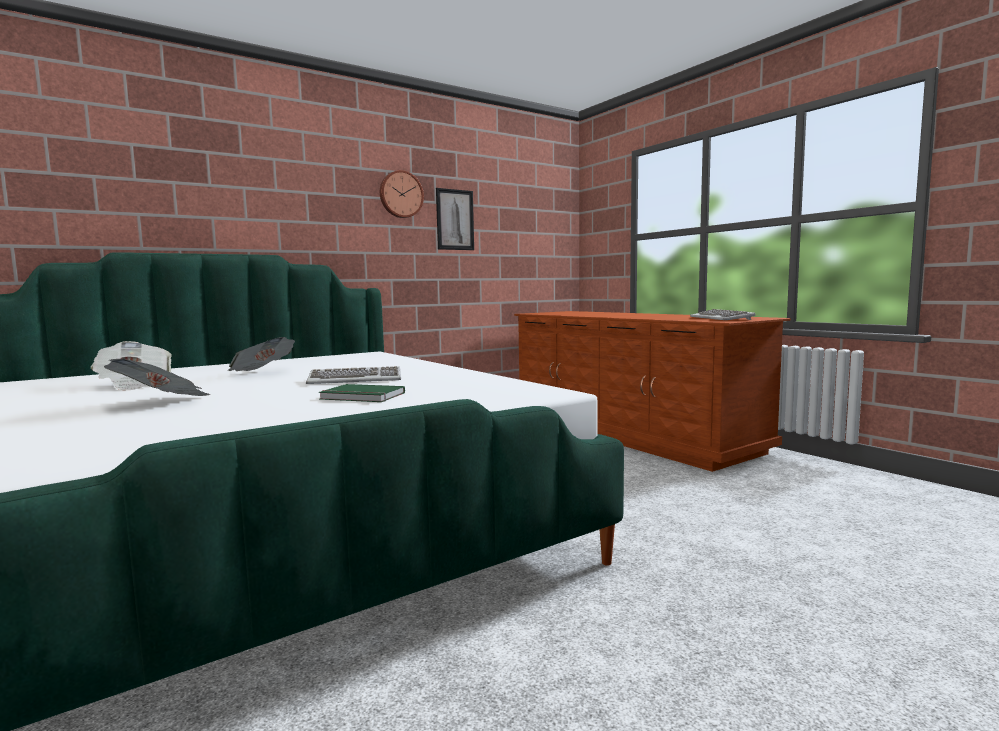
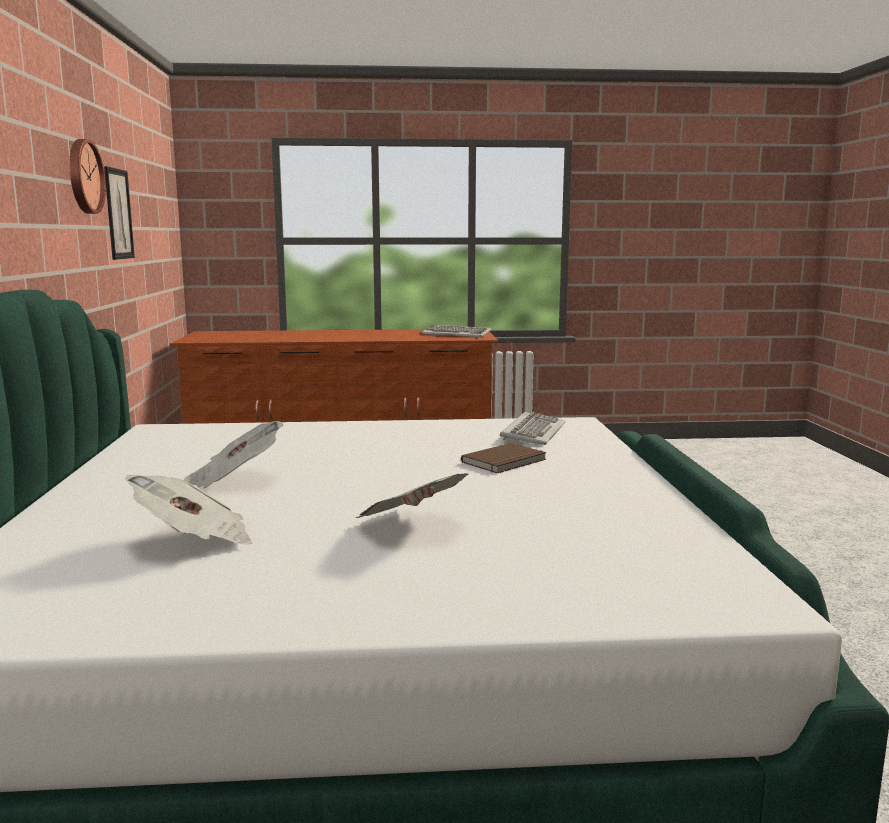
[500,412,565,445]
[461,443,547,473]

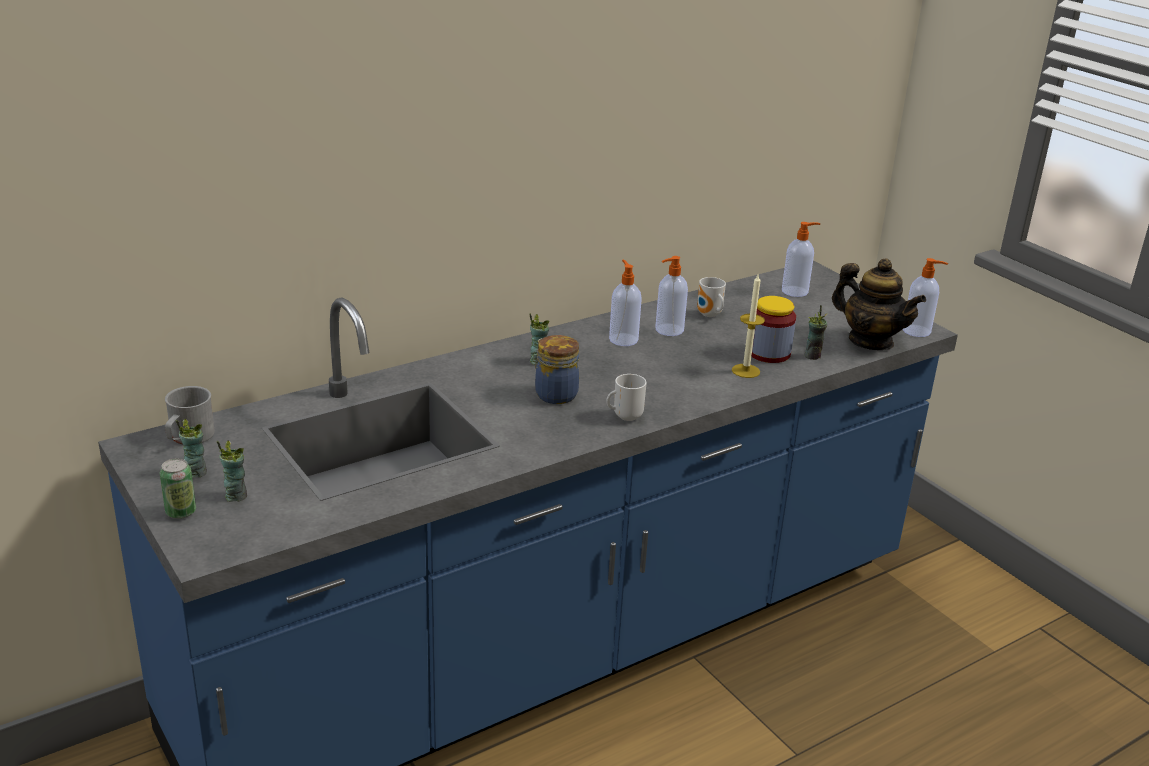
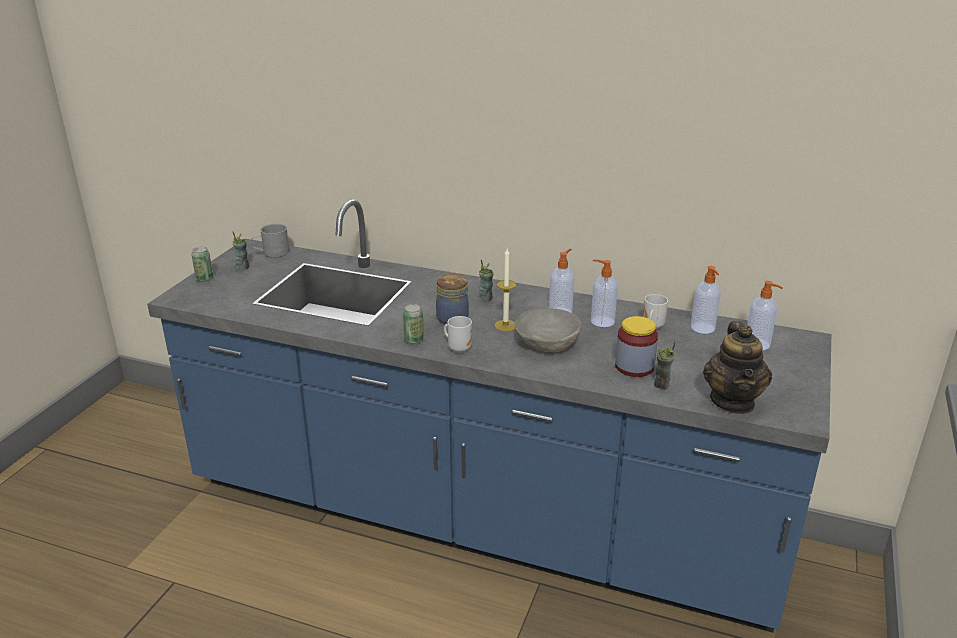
[217,440,247,502] (first image)
[495,249,516,331]
[690,266,721,334]
[403,304,424,344]
[514,308,581,352]

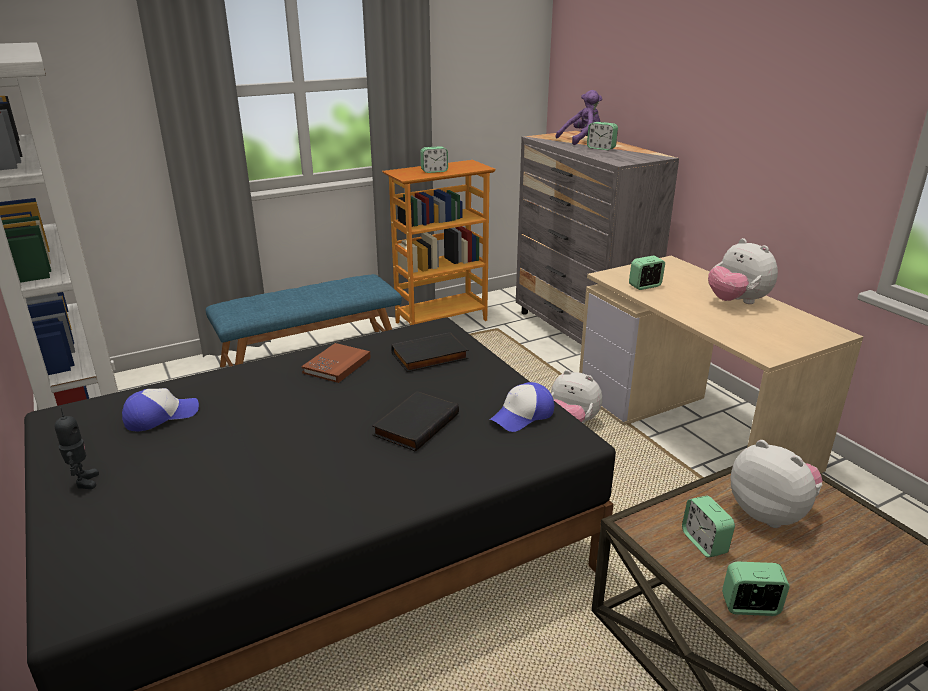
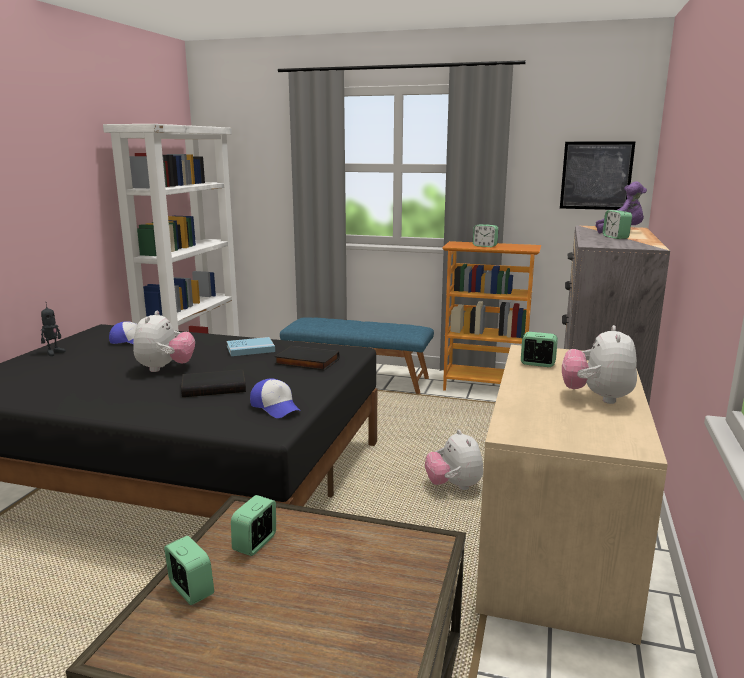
[227,337,275,356]
[250,378,301,418]
[133,311,195,372]
[560,142,635,210]

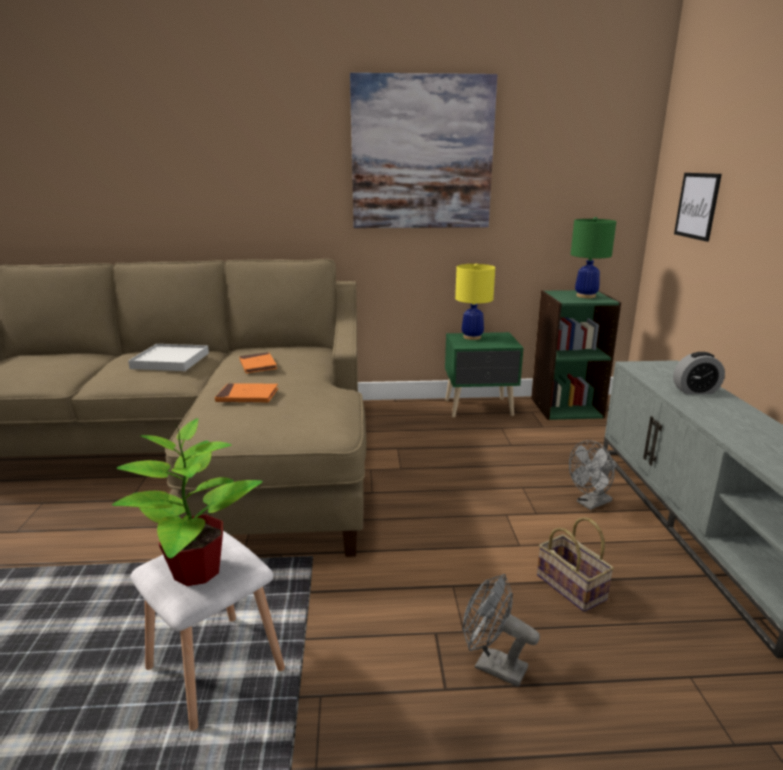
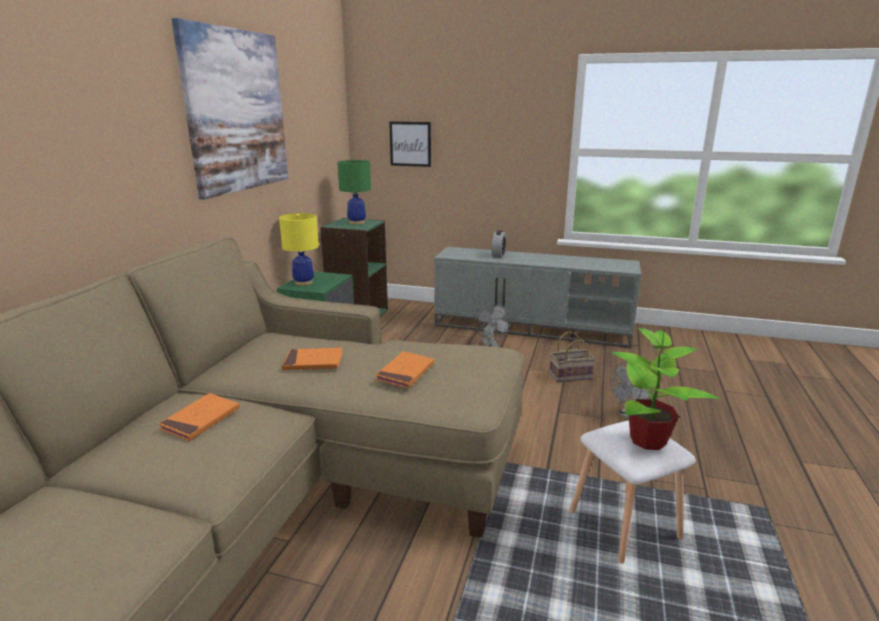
[158,393,240,441]

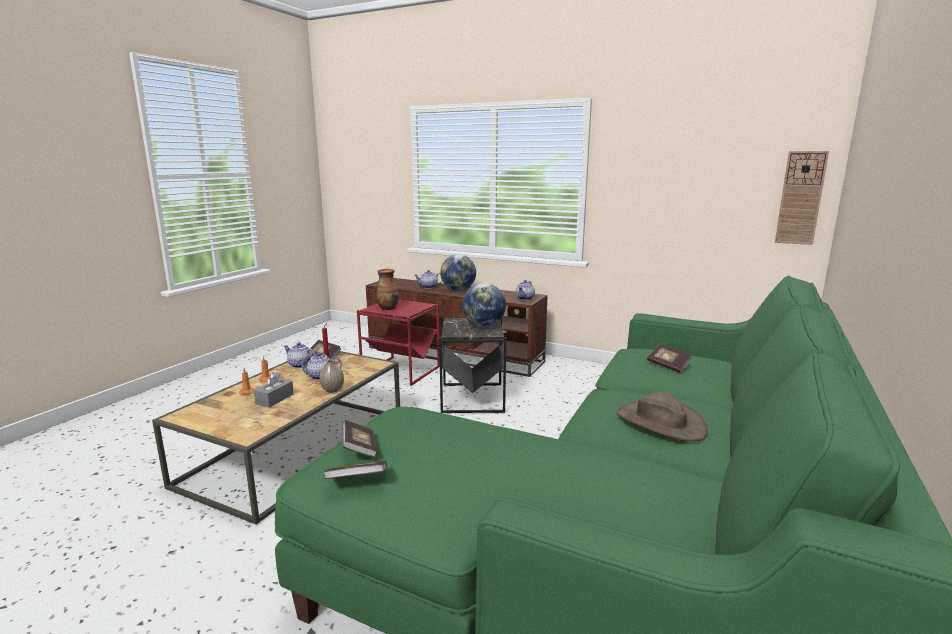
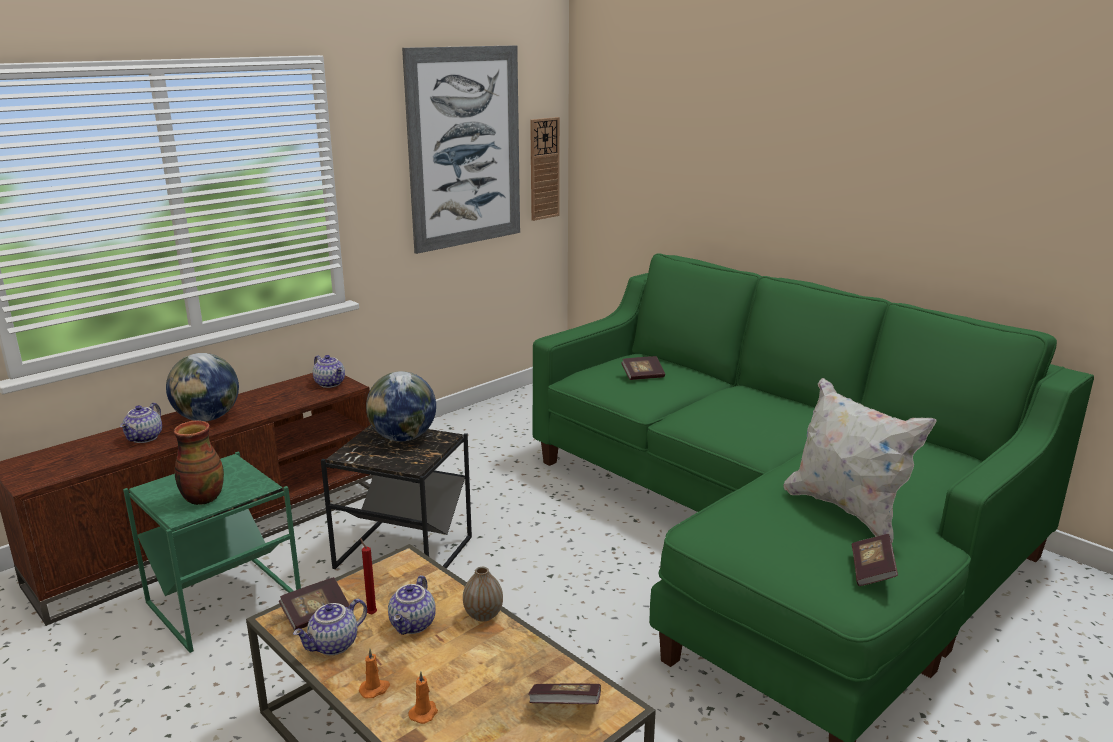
[254,372,294,407] (first image)
[528,683,601,704]
[123,452,301,653]
[617,392,708,441] (first image)
[402,45,520,254]
[783,378,936,542]

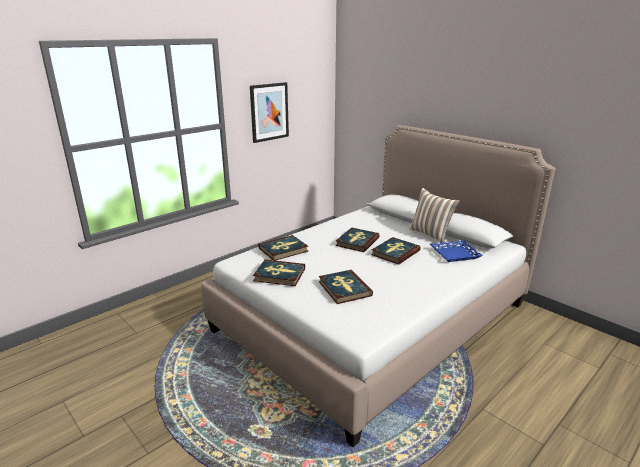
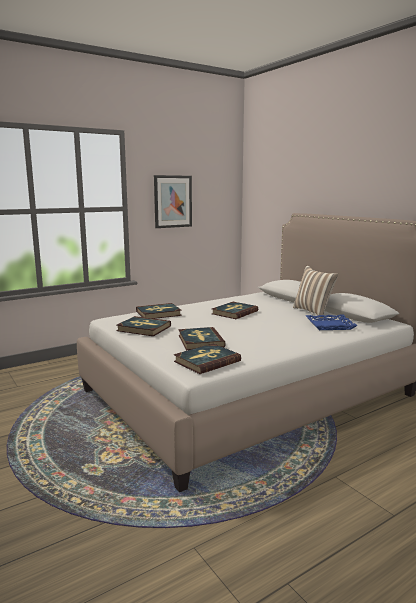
[174,344,241,374]

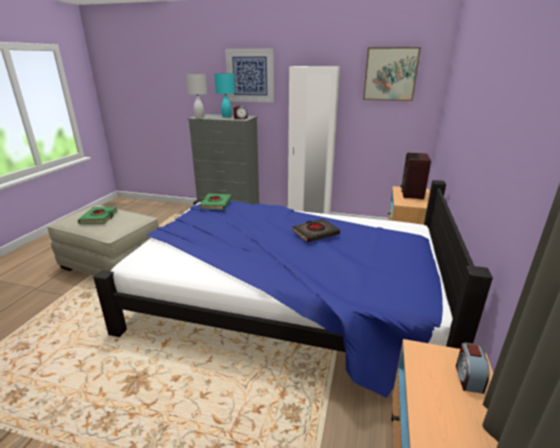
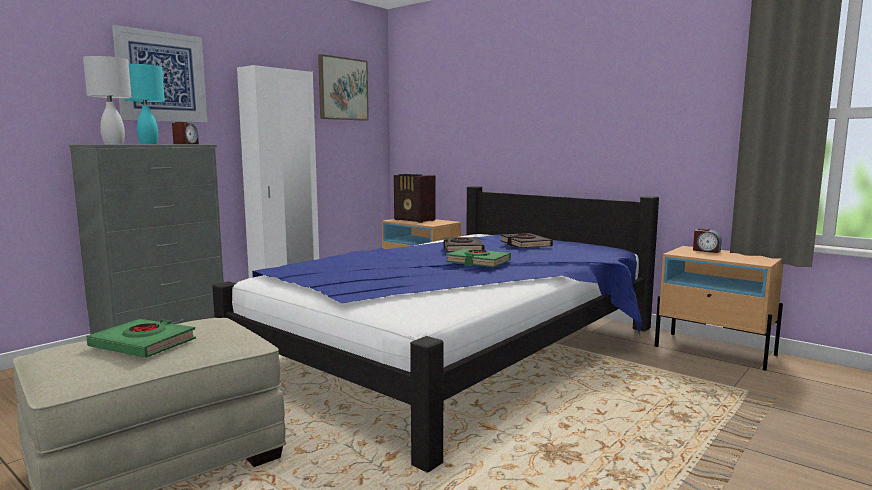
[446,248,511,267]
[501,233,553,248]

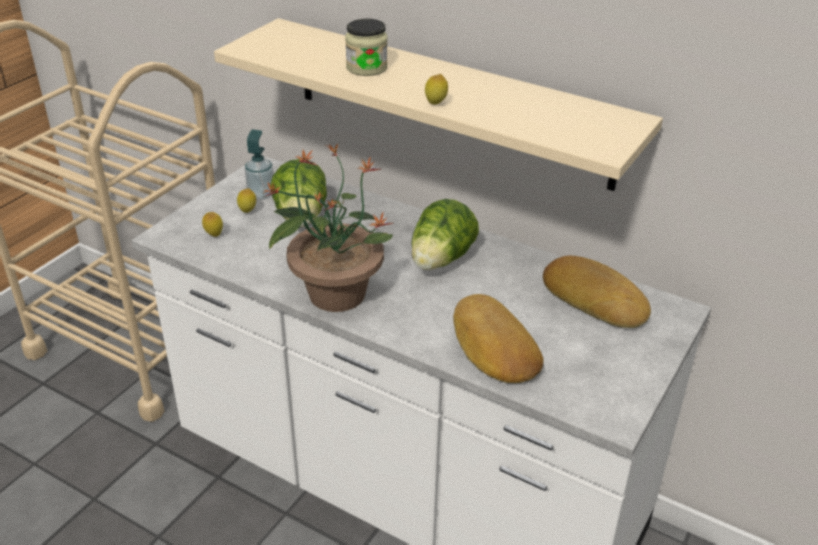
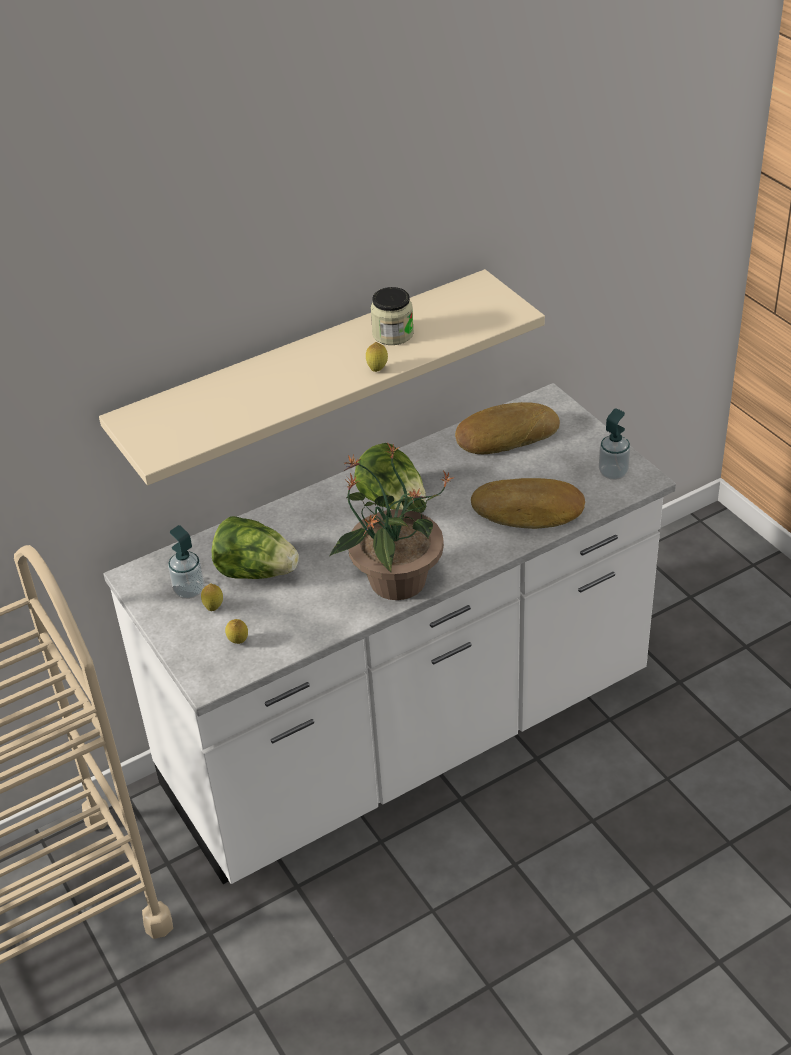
[370,287,414,345]
[599,408,630,480]

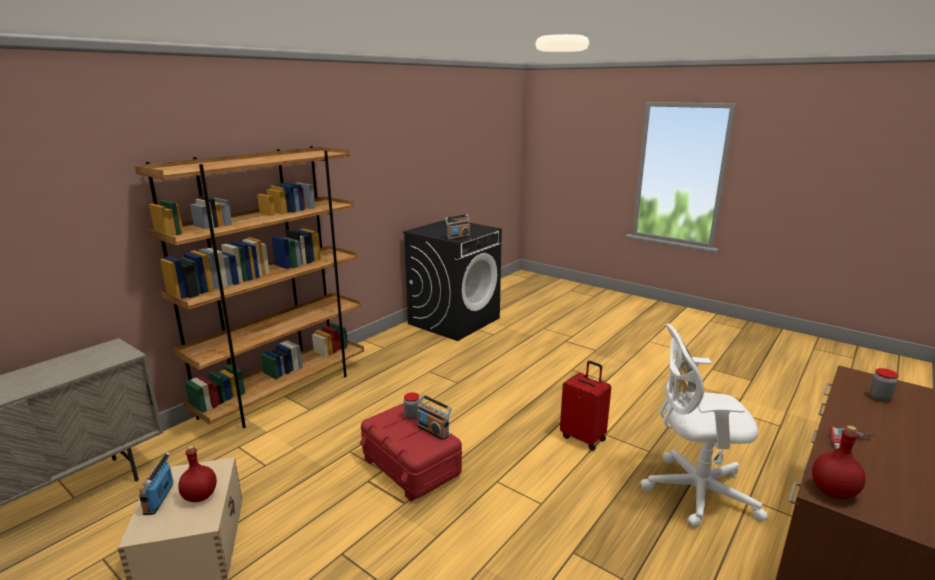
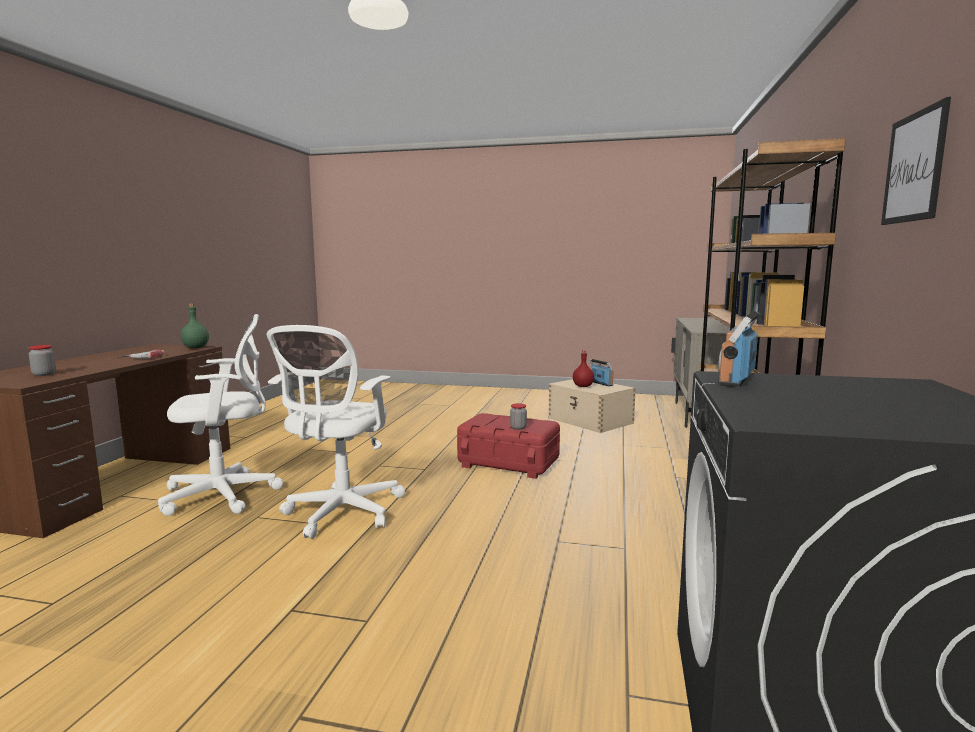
[417,395,452,440] (first image)
[266,325,405,539]
[181,303,209,348]
[881,97,951,225]

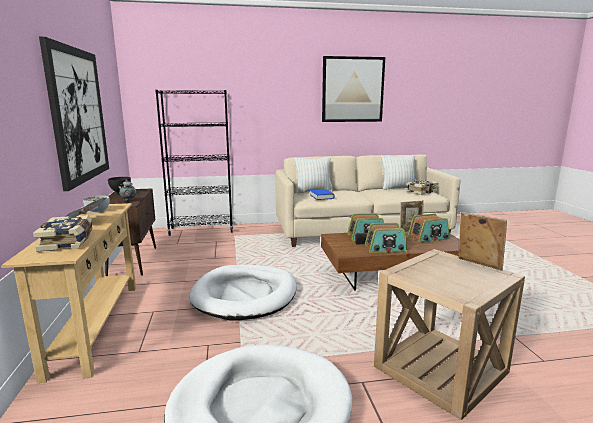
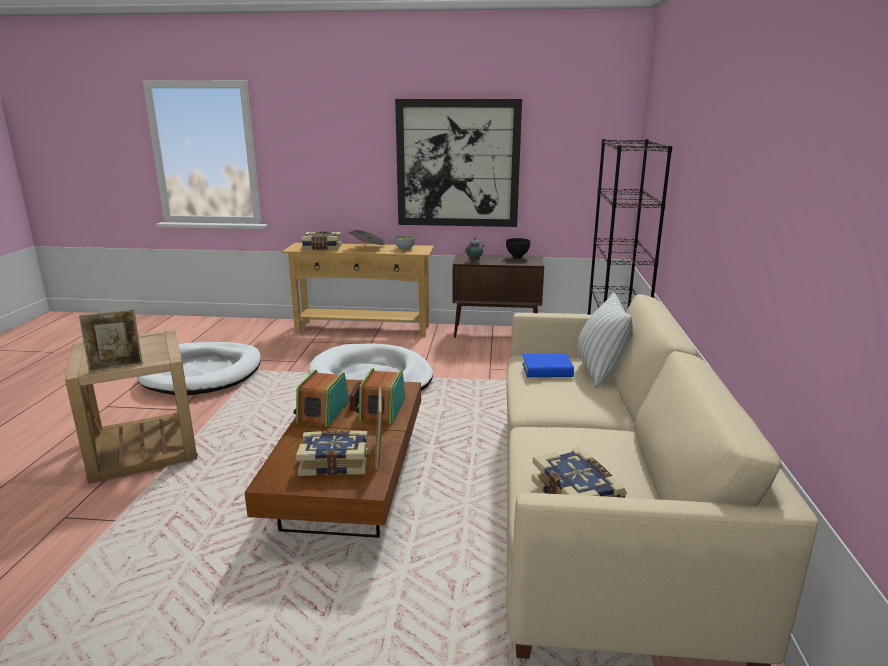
[322,56,385,122] (first image)
[381,155,416,190] (first image)
[296,431,368,476]

